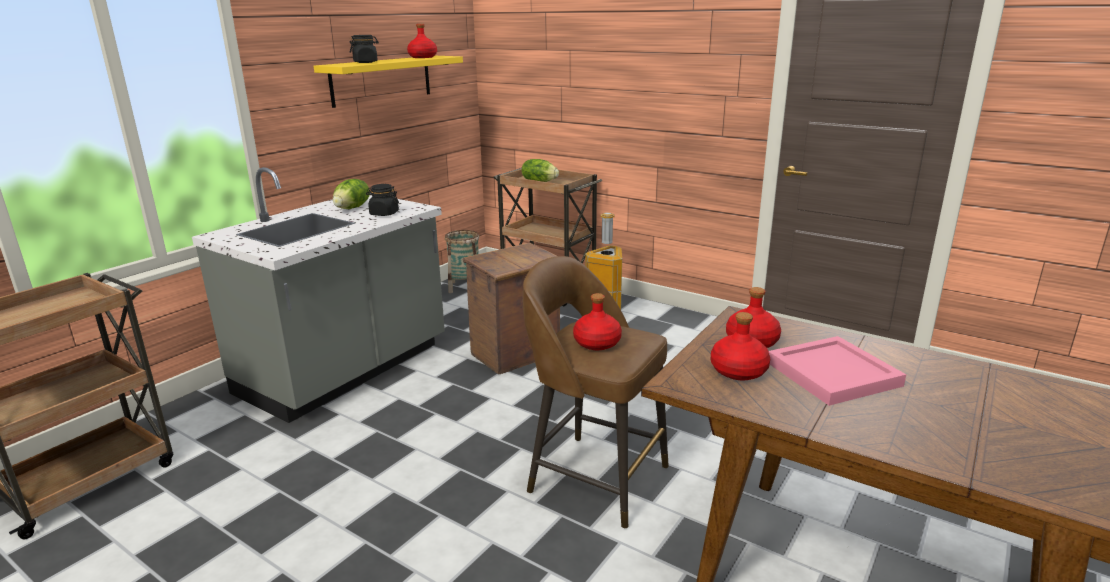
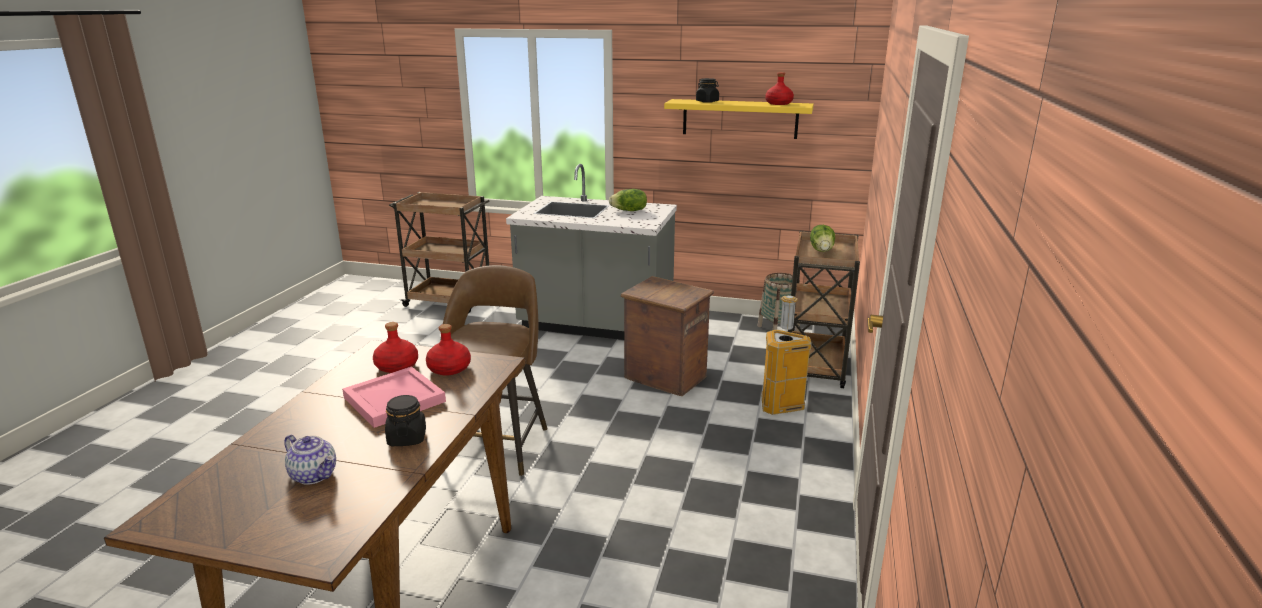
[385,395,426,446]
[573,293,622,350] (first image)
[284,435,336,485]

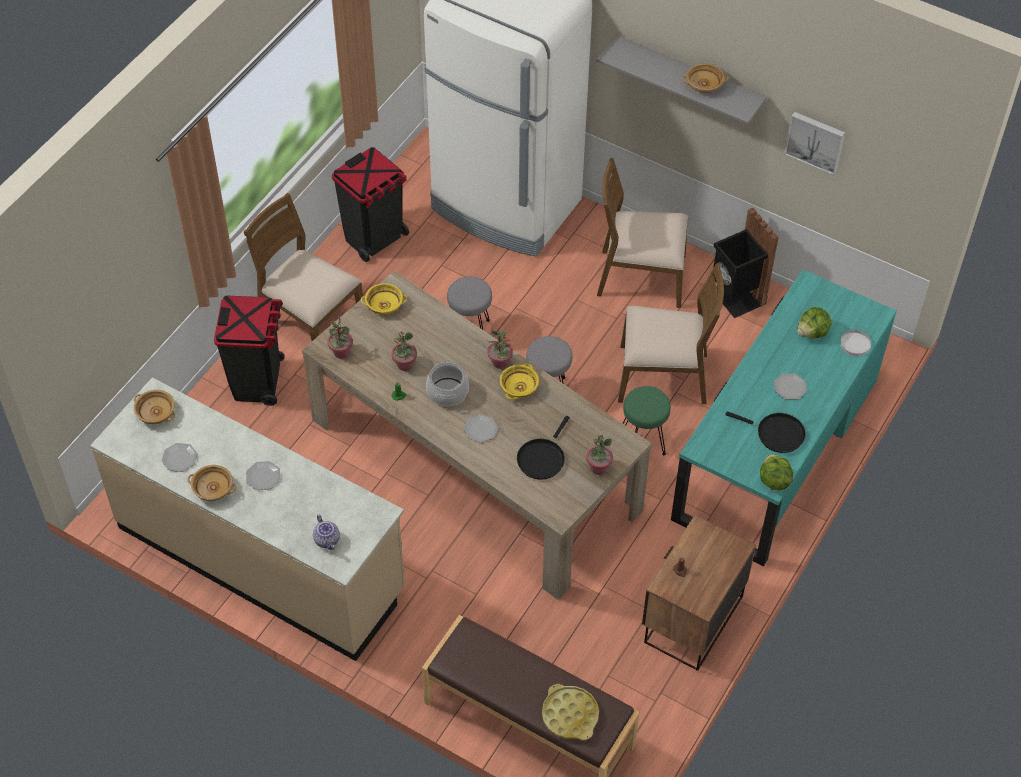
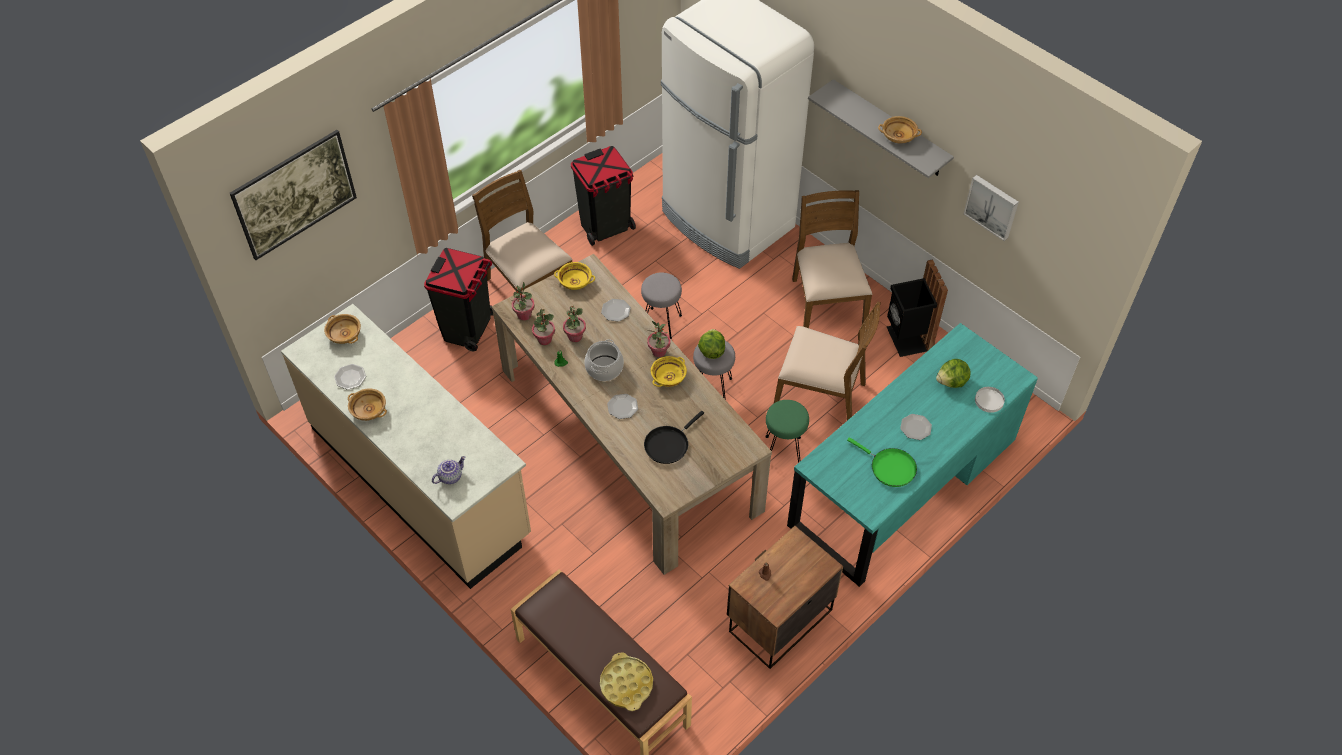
[601,299,631,322]
[432,456,466,484]
[532,309,555,345]
[792,190,872,328]
[847,437,917,487]
[698,329,725,359]
[230,130,357,260]

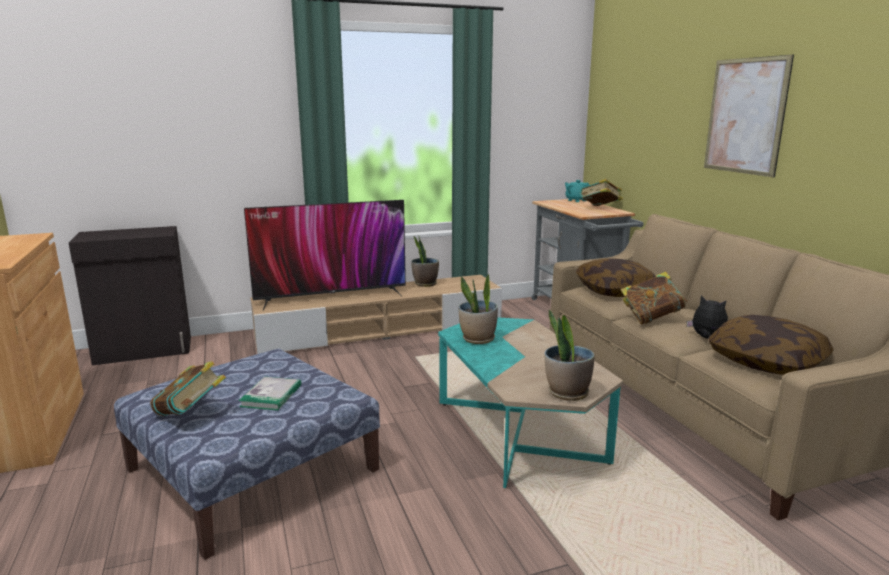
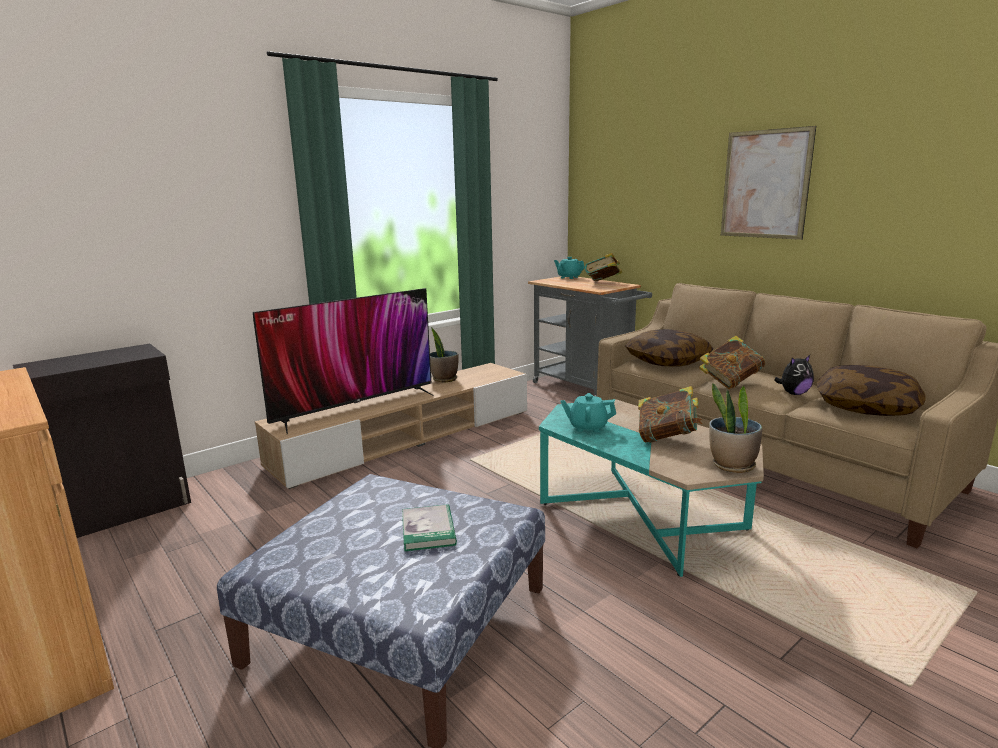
[638,386,702,443]
[561,393,616,433]
[774,355,814,395]

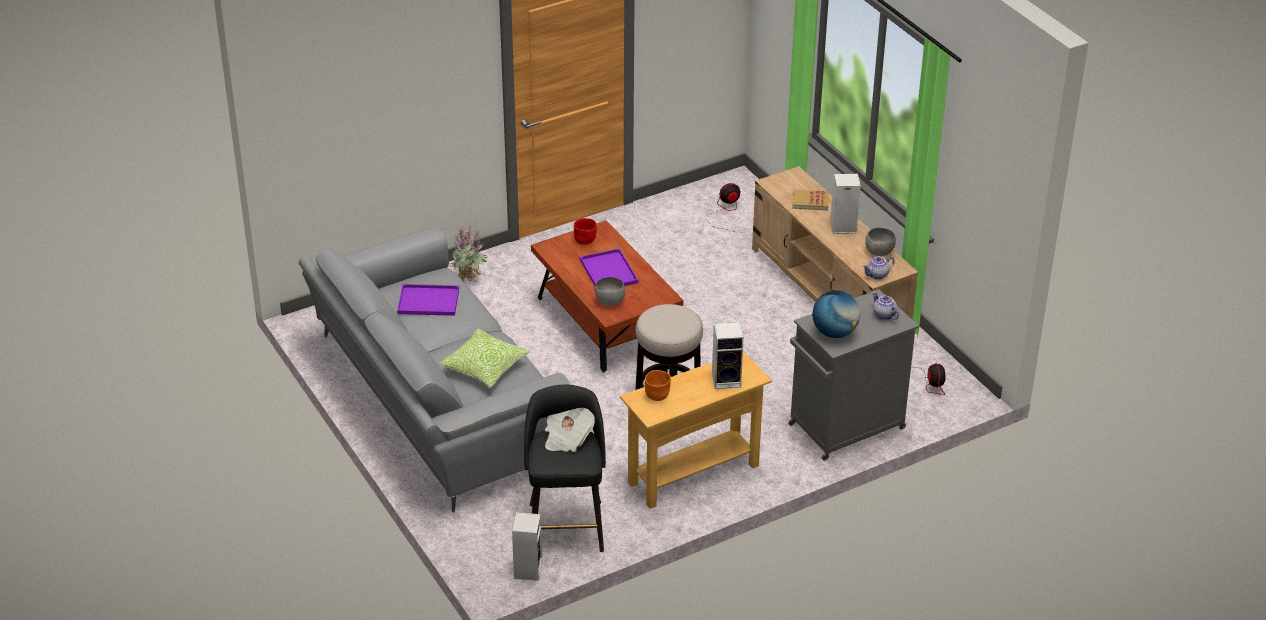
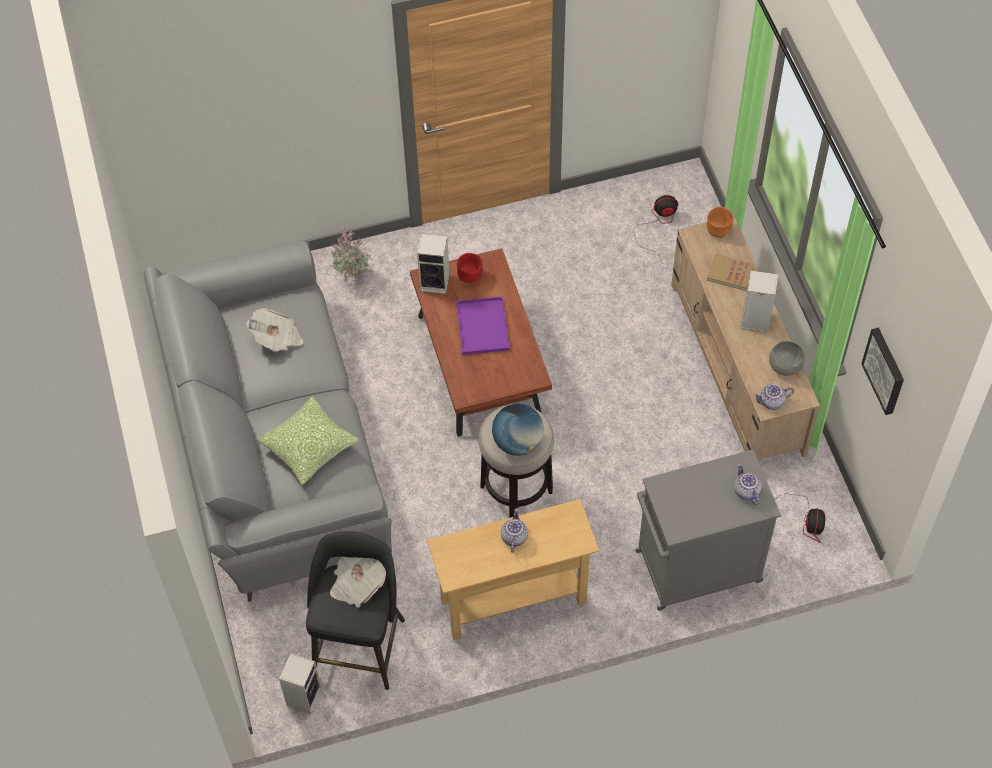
[246,308,303,352]
[595,277,625,306] (first image)
[707,207,734,238]
[417,234,450,294]
[492,403,544,456]
[501,508,528,553]
[861,328,904,415]

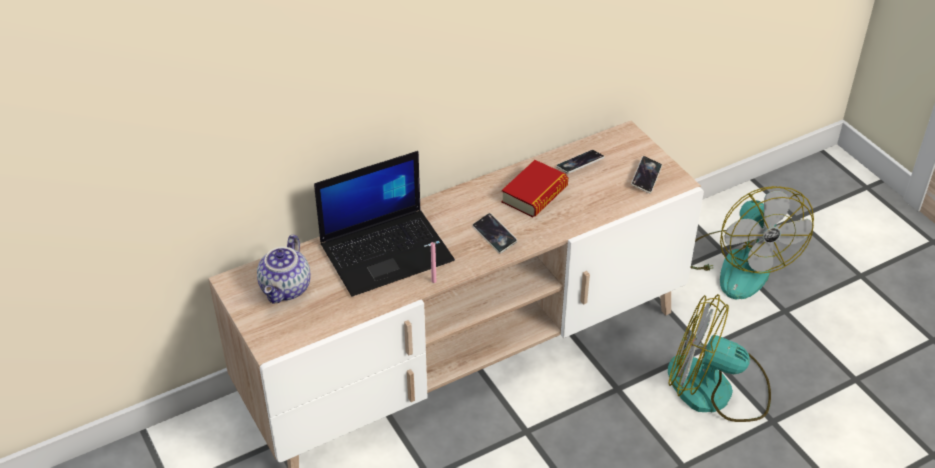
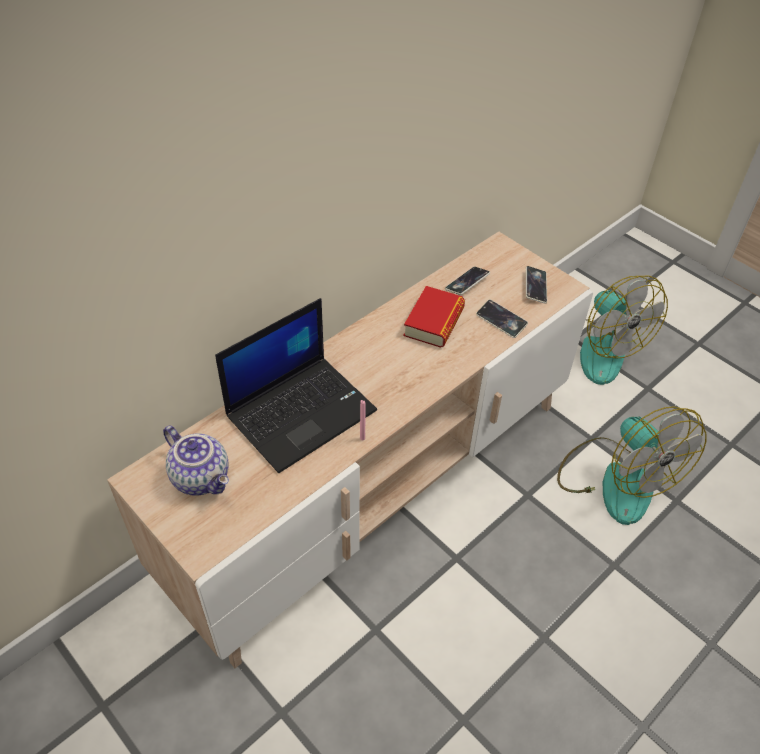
[163,425,229,496]
[476,299,528,338]
[557,406,707,525]

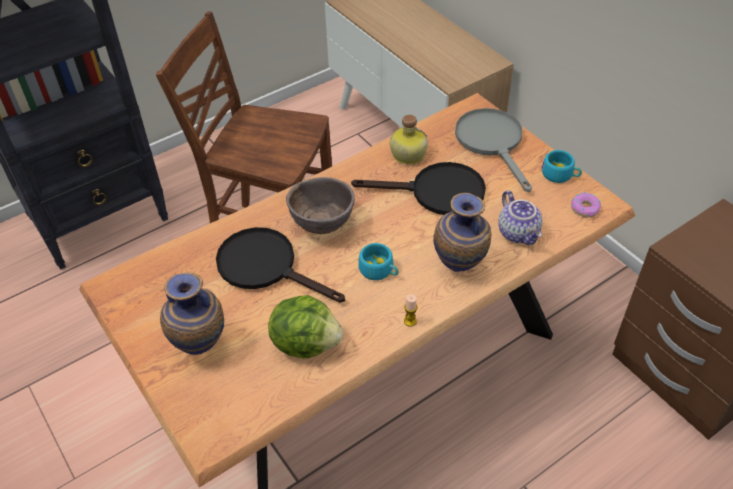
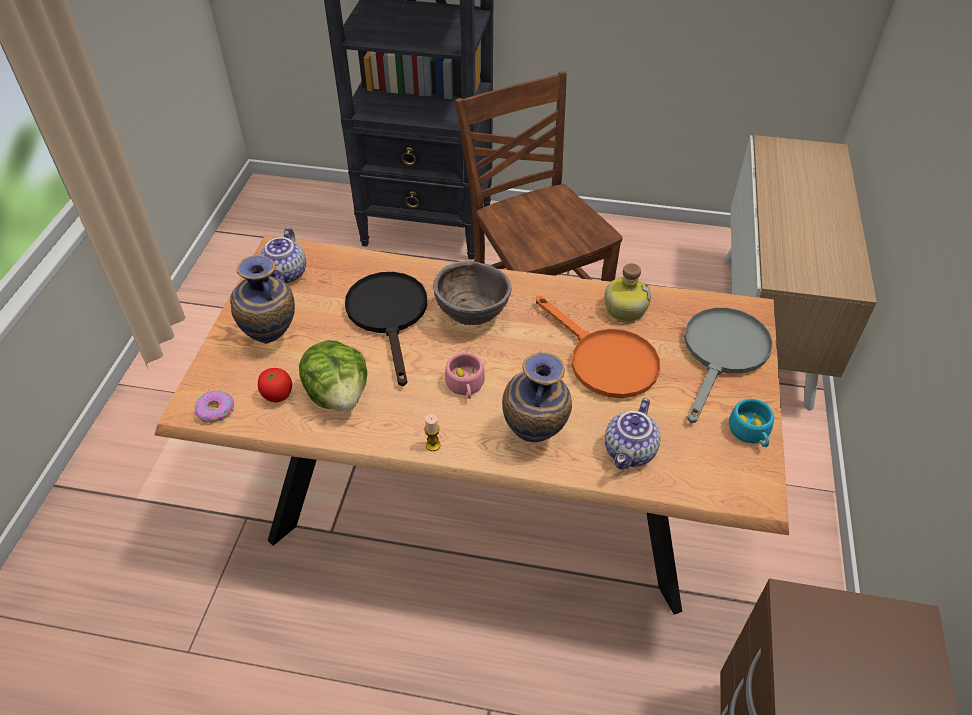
[536,296,660,398]
[445,353,485,399]
[195,390,234,422]
[258,368,292,402]
[260,227,306,284]

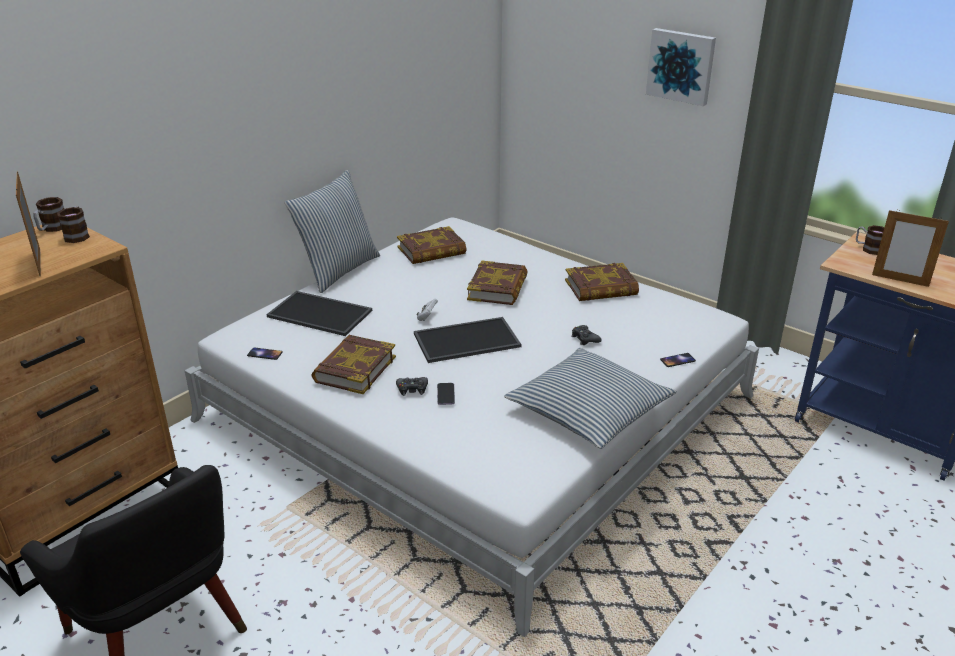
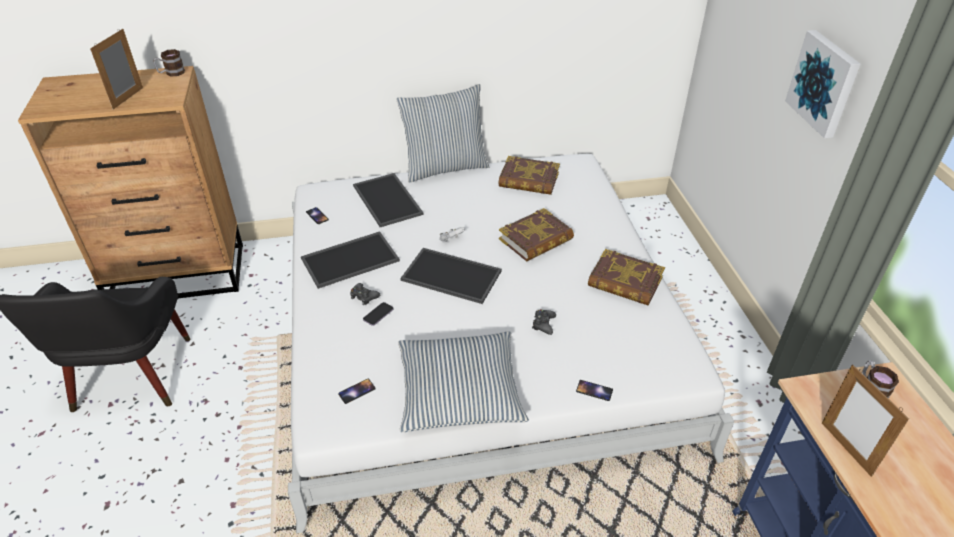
[57,206,90,243] (first image)
[301,231,400,289]
[338,379,376,404]

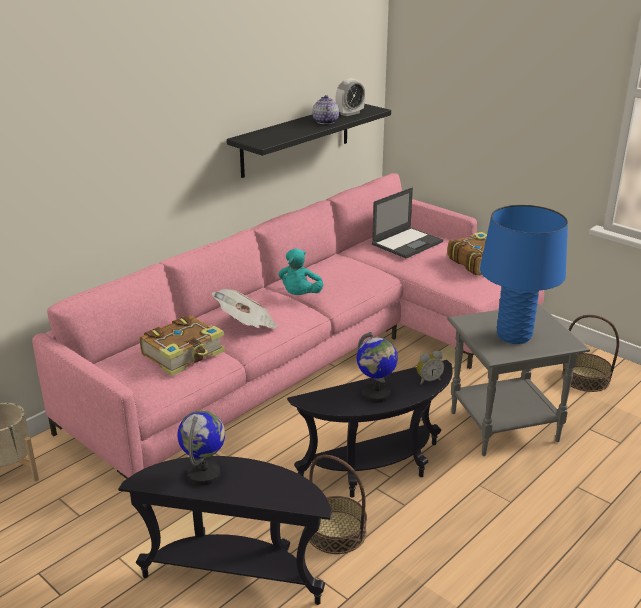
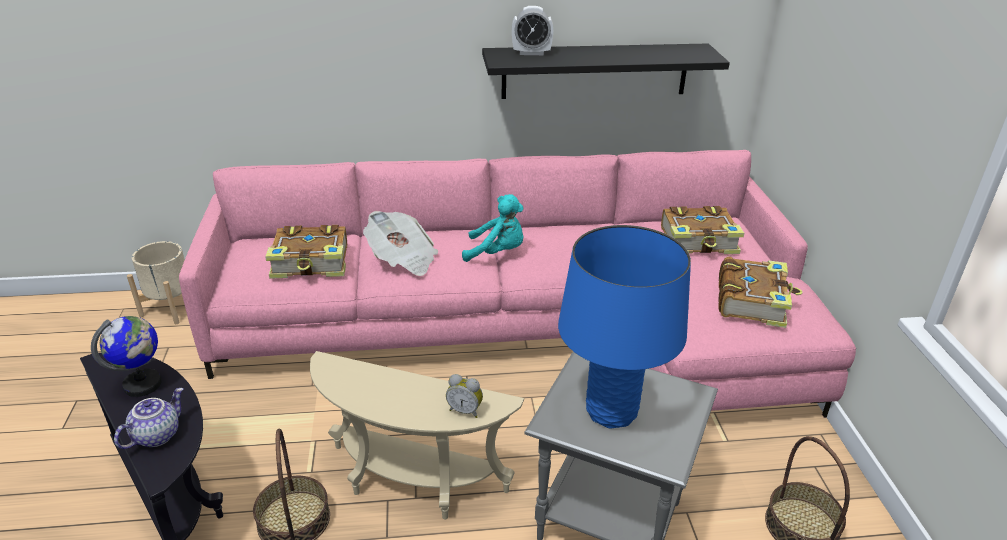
[462,194,524,262]
[310,351,524,520]
[114,388,184,449]
[512,6,553,55]
[357,332,398,403] (first image)
[661,206,744,254]

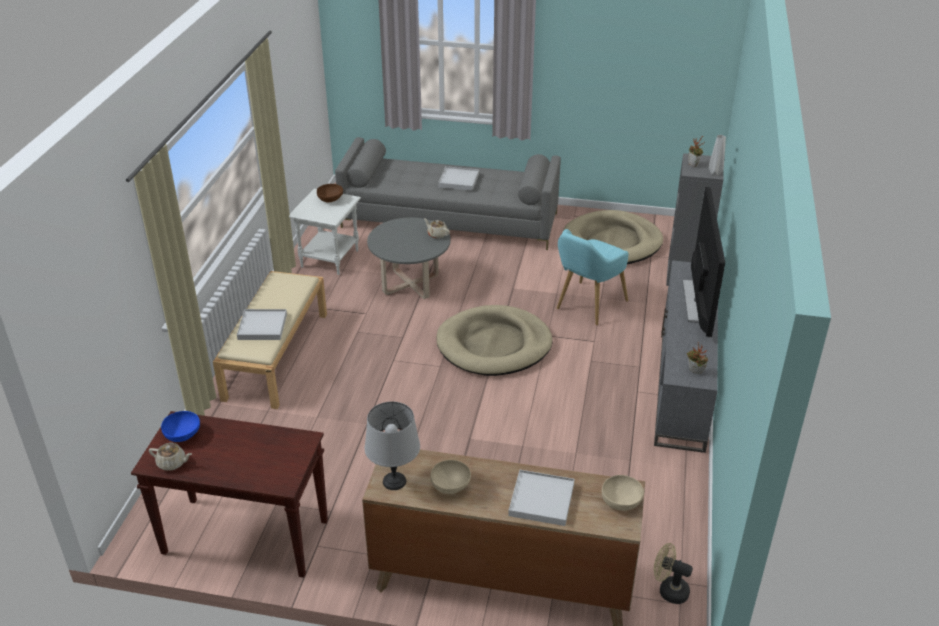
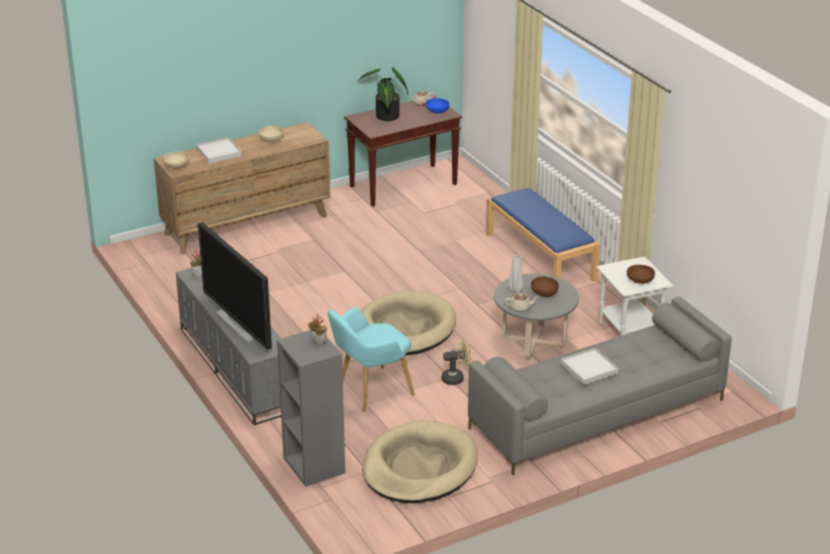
[486,187,600,282]
[237,309,287,340] (first image)
[365,402,420,490] (first image)
[328,307,415,412]
[442,340,471,385]
[509,255,523,293]
[357,67,408,121]
[531,276,559,297]

